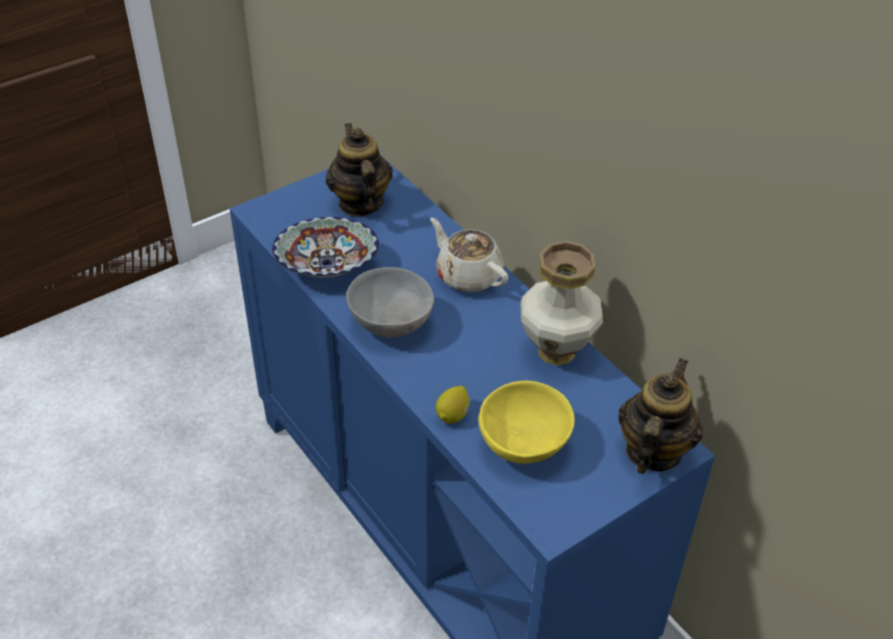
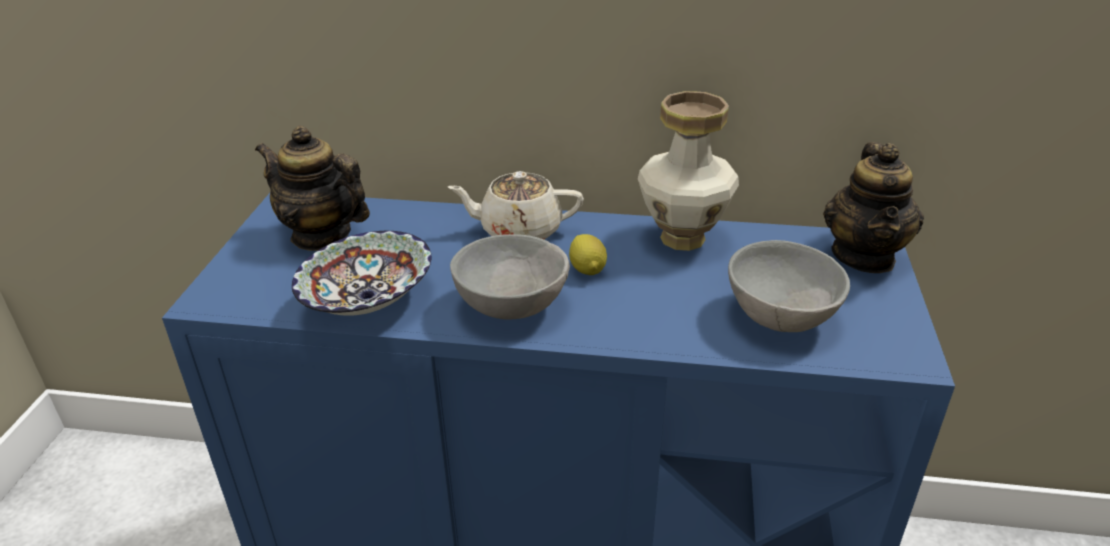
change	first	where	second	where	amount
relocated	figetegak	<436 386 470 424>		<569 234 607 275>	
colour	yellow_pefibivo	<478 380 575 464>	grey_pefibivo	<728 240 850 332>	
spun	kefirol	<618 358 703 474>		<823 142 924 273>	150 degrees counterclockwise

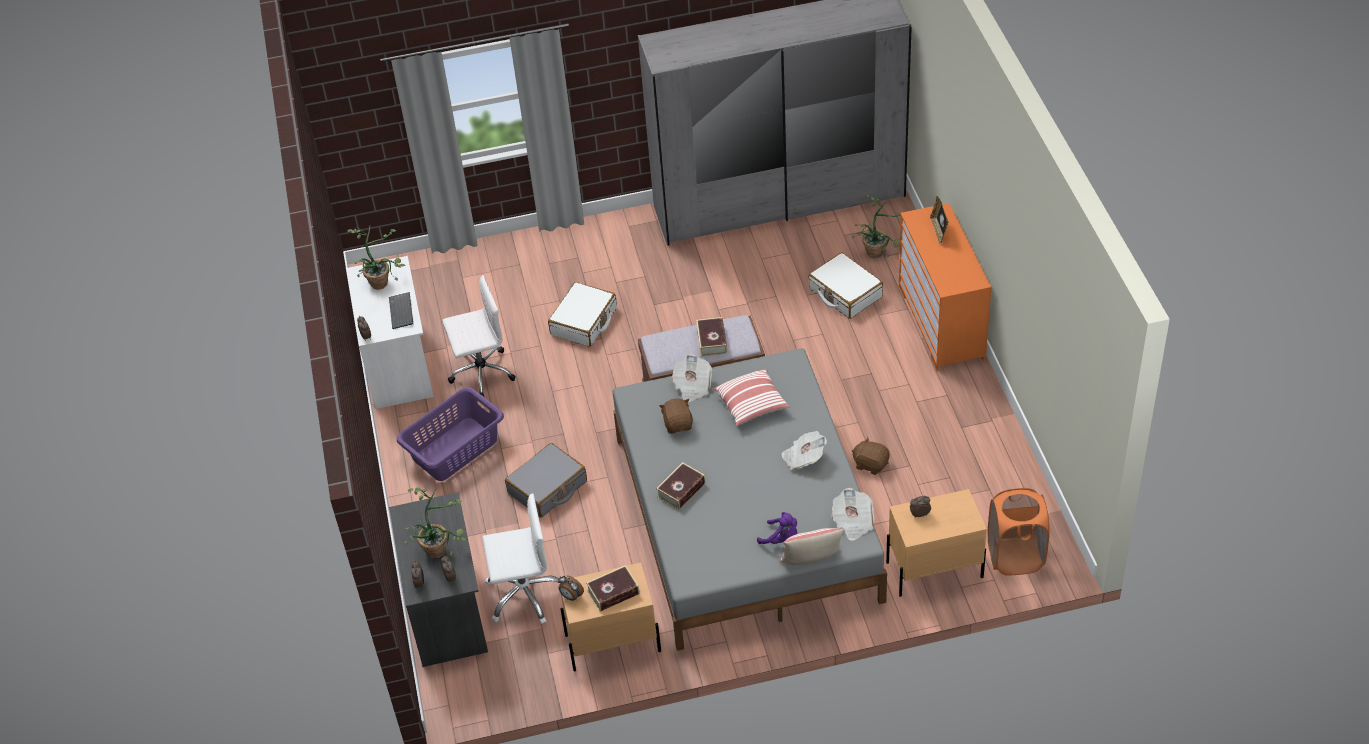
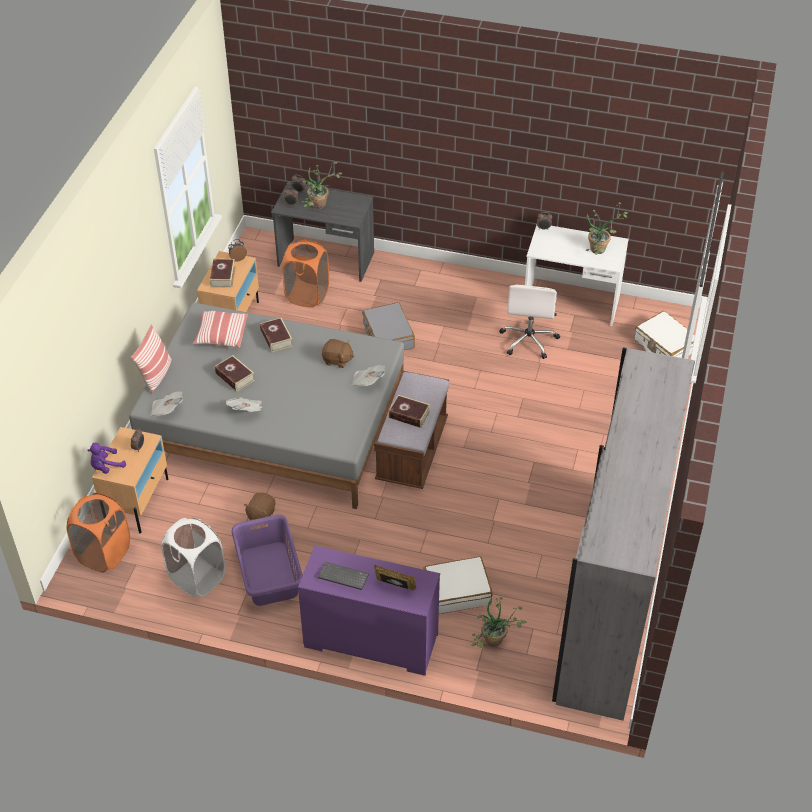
change	first	where	second	where	amount
relocated	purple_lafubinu	<757 512 797 544>		<87 442 126 474>	
appeared			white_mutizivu	<161 518 225 597>	
relocated	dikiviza	<714 369 790 426>		<193 311 248 348>	
appeared			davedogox	<215 355 255 391>	
relocated	purple_mutizivu	<397 387 504 481>		<232 514 303 606>	
spun	brown_lafubinu	<852 437 890 475>		<244 493 275 520>	150 degrees clockwise
exchanged	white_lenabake	<482 493 559 624>	orange_mutizivu	<282 240 329 308>	
colour	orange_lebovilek	<899 203 991 371>	purple_lebovilek	<298 546 440 676>	
relocated	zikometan	<389 292 413 329>		<318 562 369 590>	
relocated	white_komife	<548 282 617 347>		<634 311 695 358>	

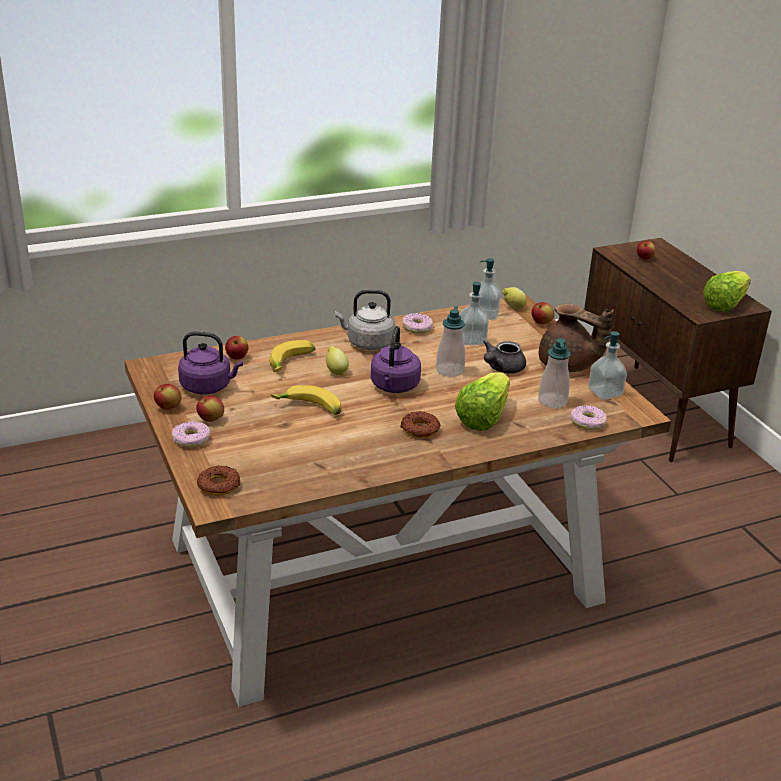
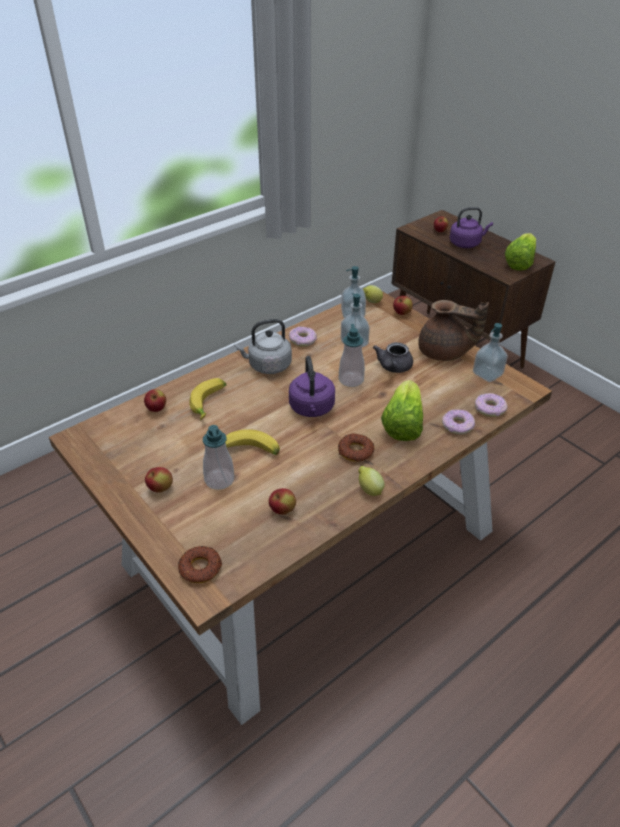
change	first	where	second	where	amount
relocated	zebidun	<538 338 571 408>		<203 425 234 490>	
relocated	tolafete	<154 384 181 410>		<269 488 296 515>	
relocated	figetegak	<326 346 349 375>		<358 466 385 496>	
relocated	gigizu	<172 421 210 448>		<442 409 475 435>	
relocated	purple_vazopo	<178 331 243 394>		<450 207 493 248>	

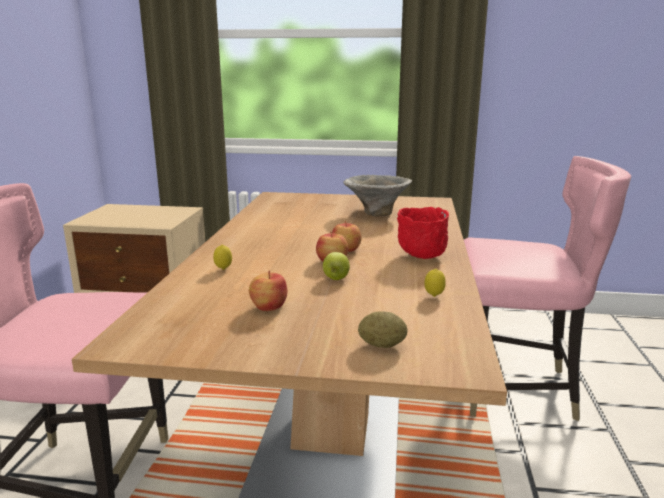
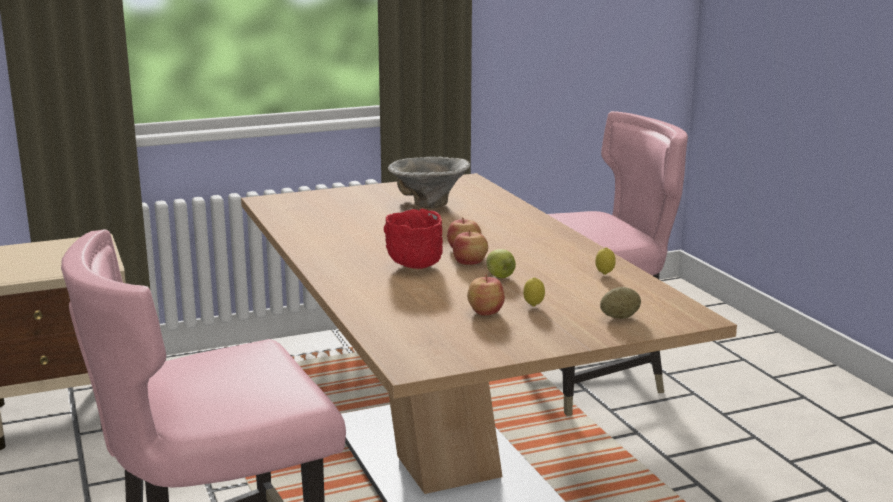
change	first	where	second	where	amount
relocated	red_pefibivo	<397 207 449 259>		<384 209 443 269>	
relocated	figetegak	<213 245 232 270>		<523 277 545 307>	

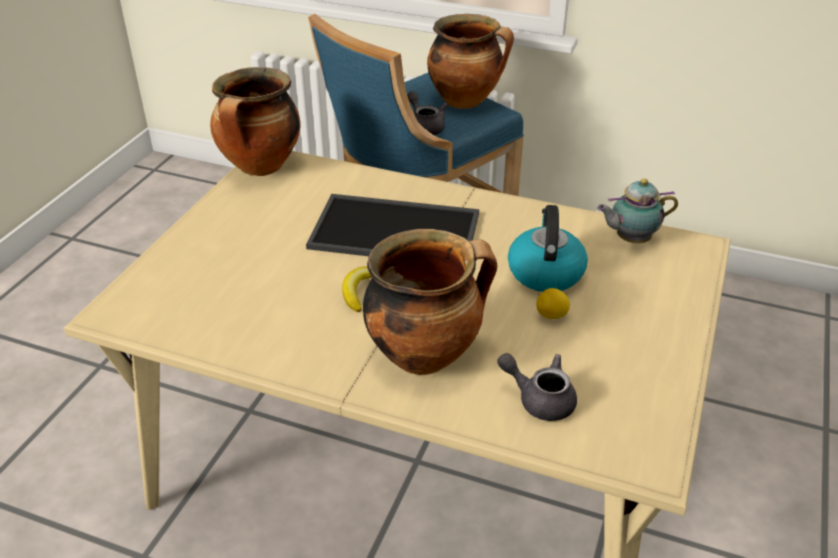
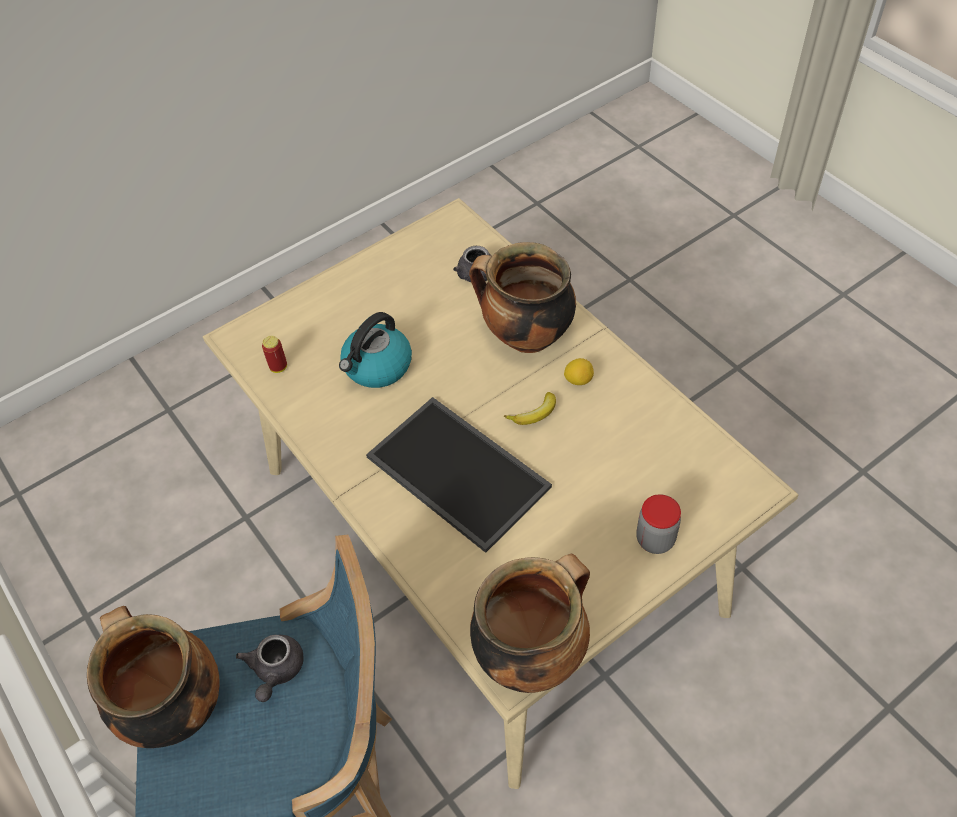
change	first	where	second	where	amount
exchanged	kefirol	<597 178 678 243>	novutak	<262 336 287 373>	
relocated	figetegak	<536 288 570 319>		<564 358 594 385>	
appeared			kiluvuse	<636 494 681 554>	

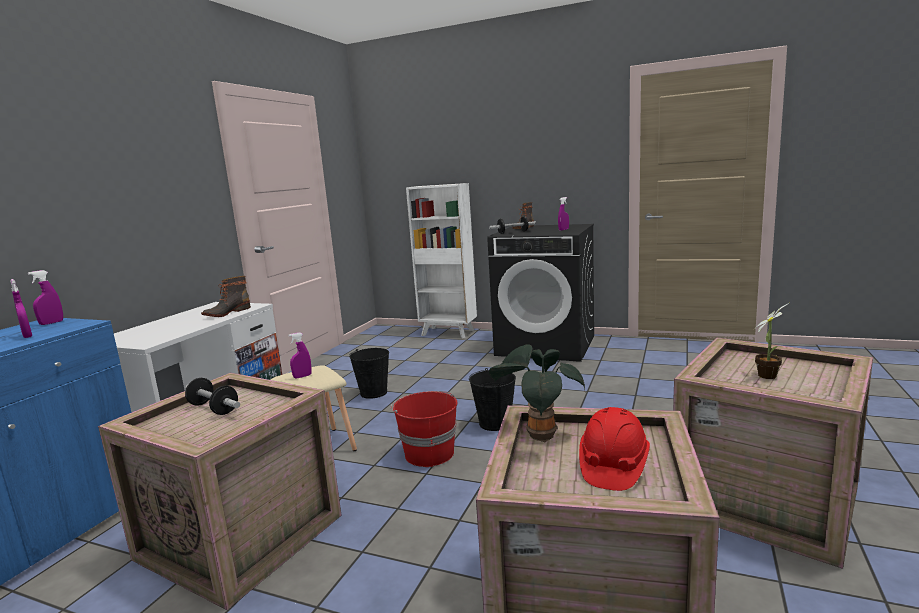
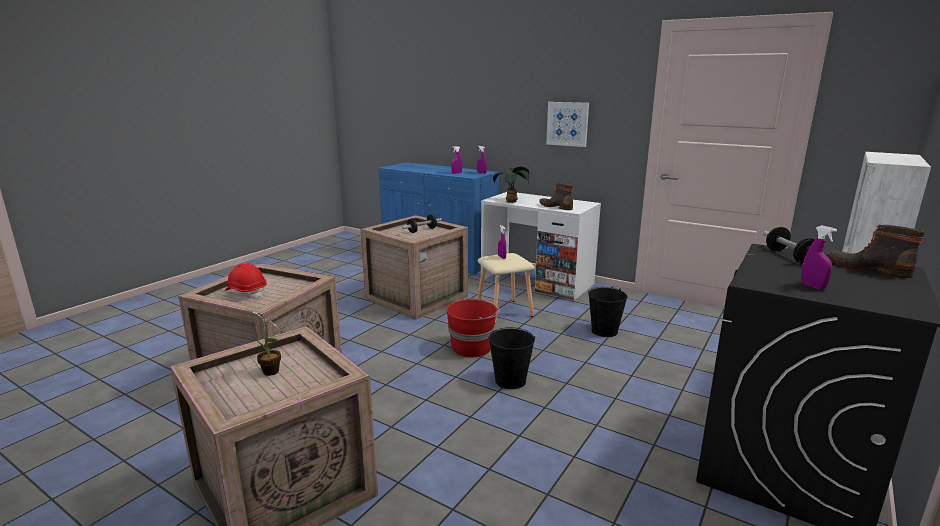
change	first	where	second	where	amount
relocated	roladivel	<489 344 585 442>		<493 167 529 203>	
appeared			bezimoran	<546 102 589 147>	

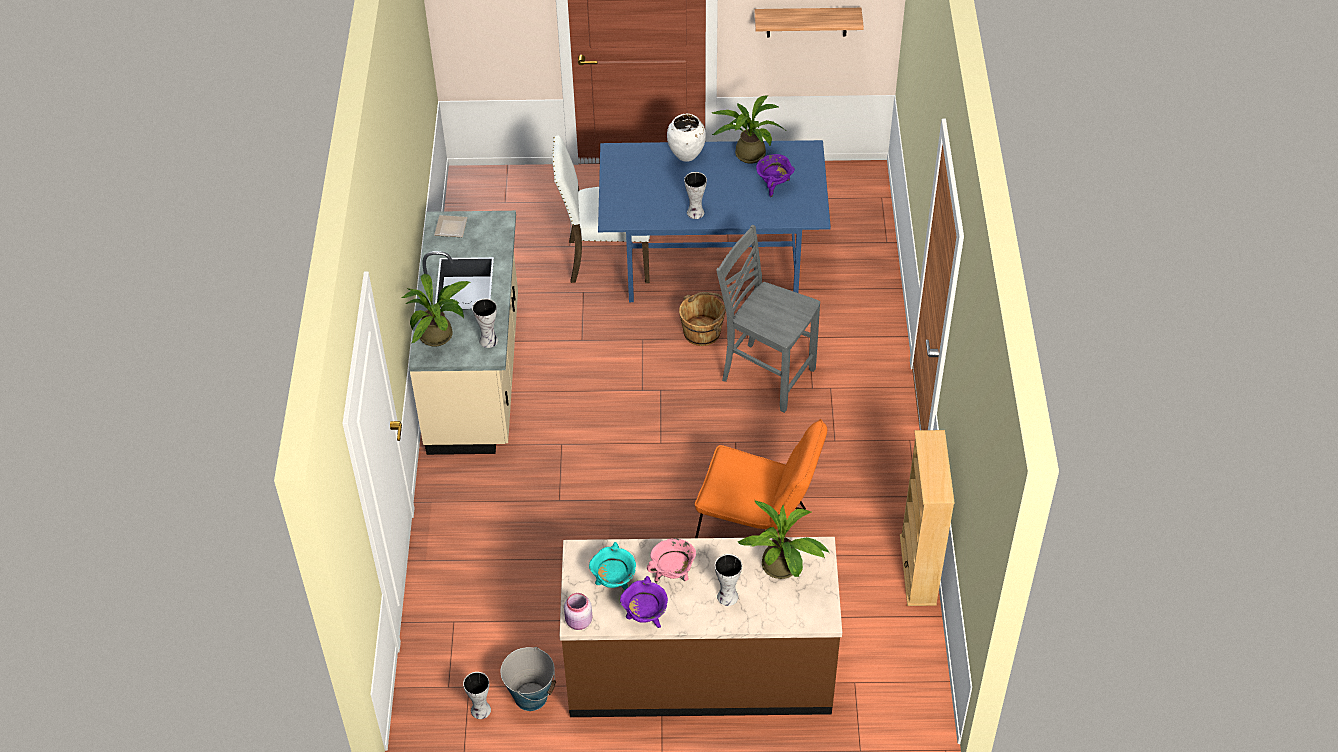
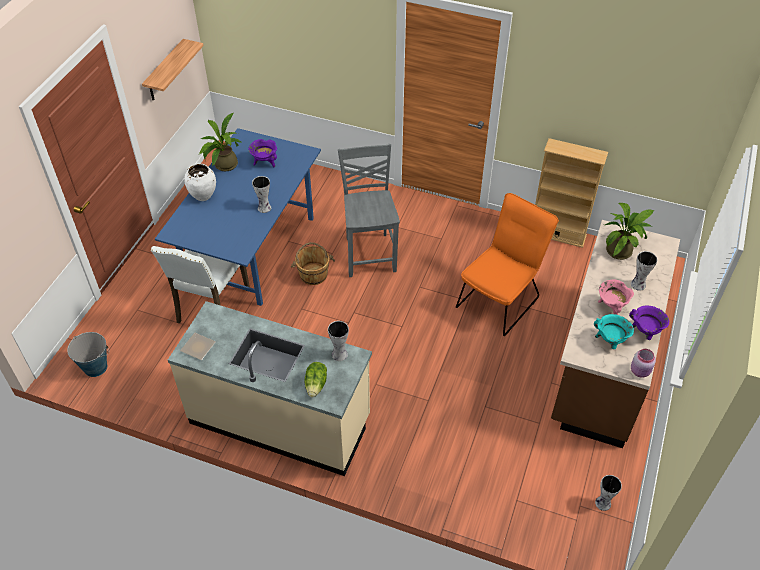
change	first	where	second	where	amount
relocated	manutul	<501 647 556 711>		<67 332 109 377>	
exchanged	roladivel	<401 274 470 347>	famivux	<305 362 327 398>	
spun	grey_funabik	<716 225 820 413>		<338 144 400 277>	120 degrees clockwise

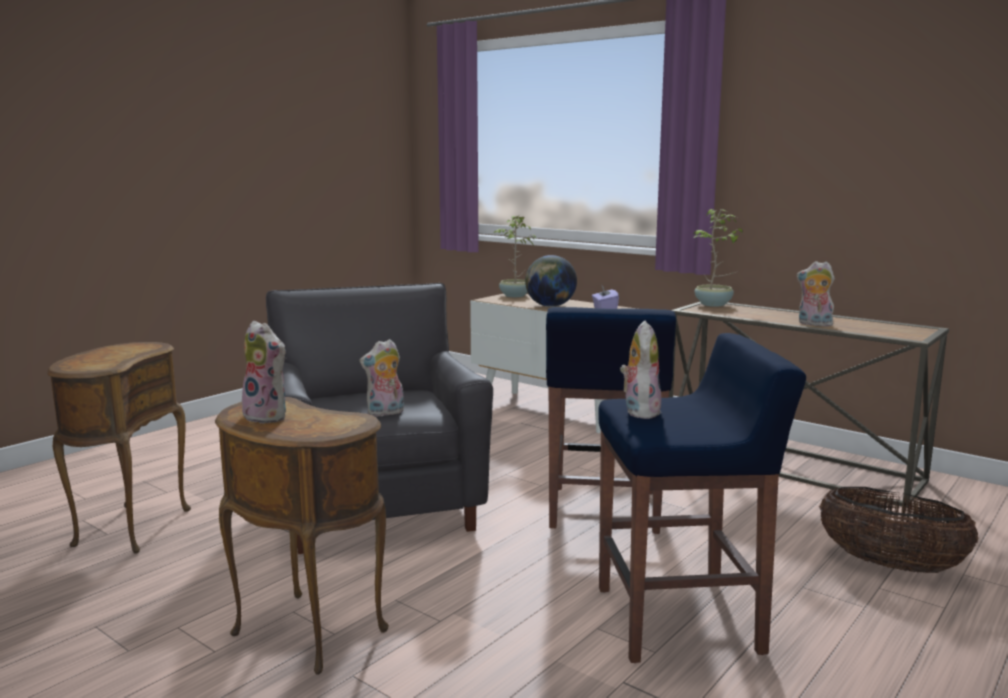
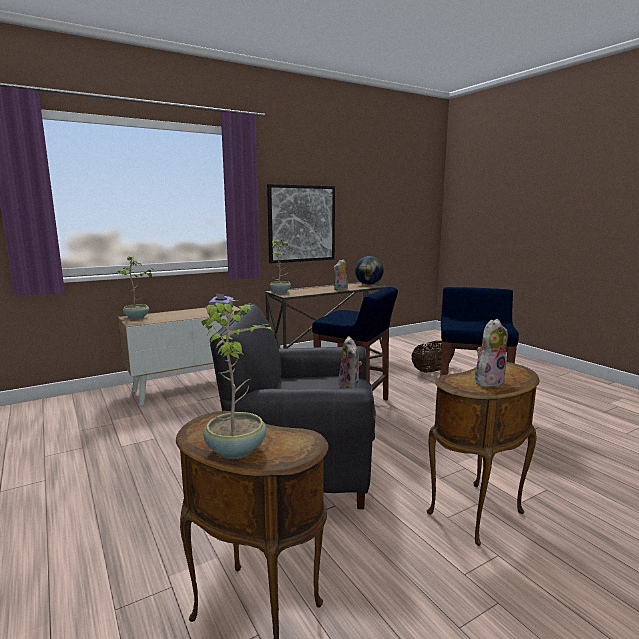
change	first	where	second	where	amount
appeared			roladivel	<201 299 274 459>	
appeared			bezimoran	<267 184 335 263>	
relocated	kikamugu	<525 255 577 307>		<355 256 384 285>	
missing	lafubinu	<620 320 661 419>			

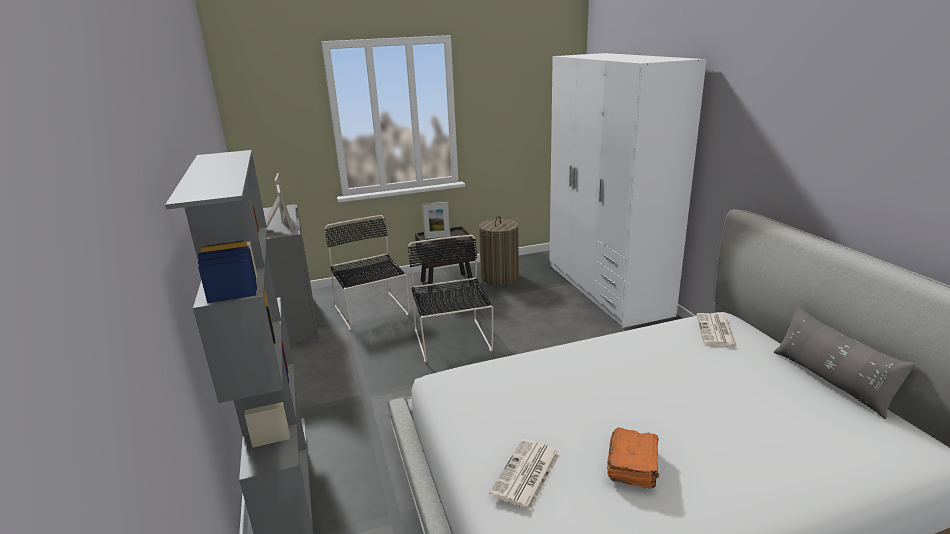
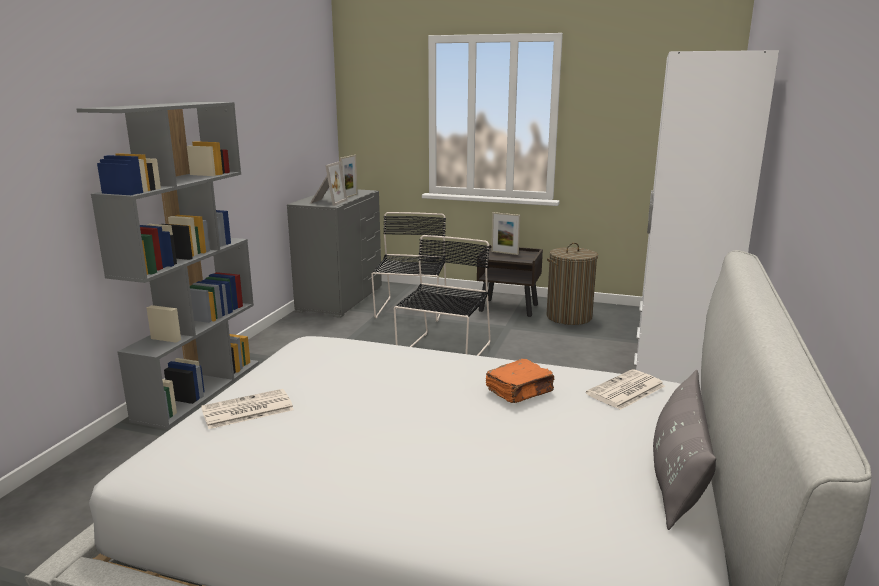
change	first	where	second	where	amount
relocated	orange_davedogox	<607 427 659 488>		<485 359 554 403>	

